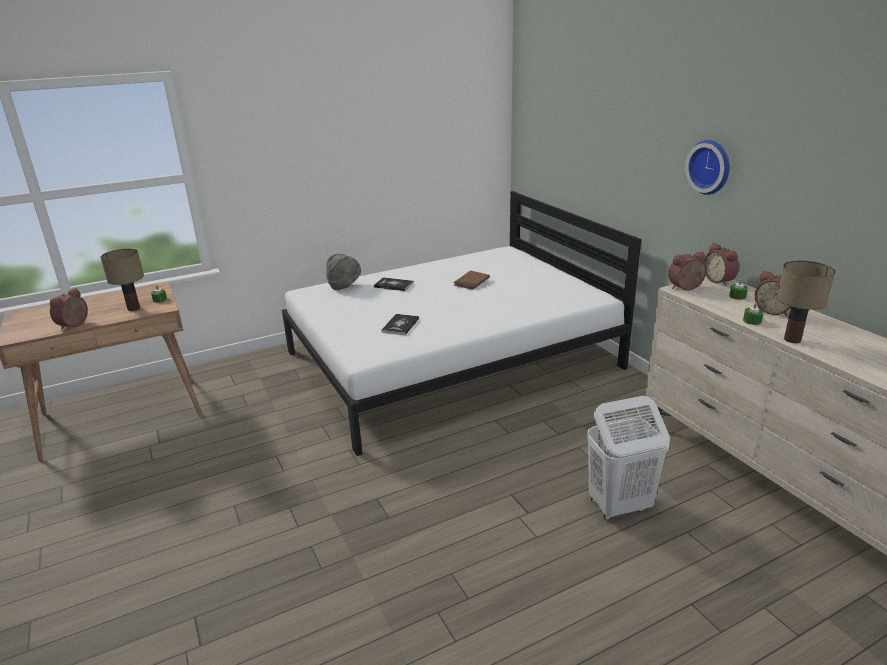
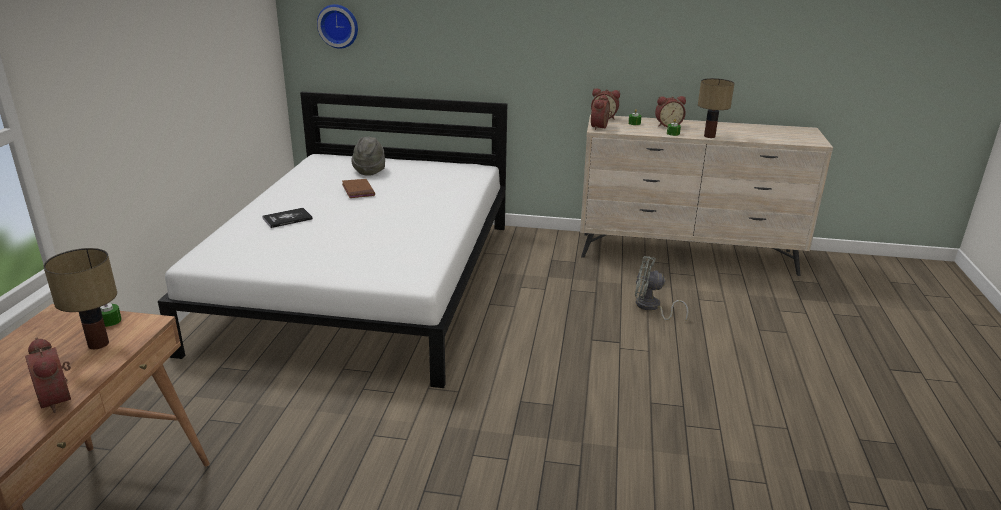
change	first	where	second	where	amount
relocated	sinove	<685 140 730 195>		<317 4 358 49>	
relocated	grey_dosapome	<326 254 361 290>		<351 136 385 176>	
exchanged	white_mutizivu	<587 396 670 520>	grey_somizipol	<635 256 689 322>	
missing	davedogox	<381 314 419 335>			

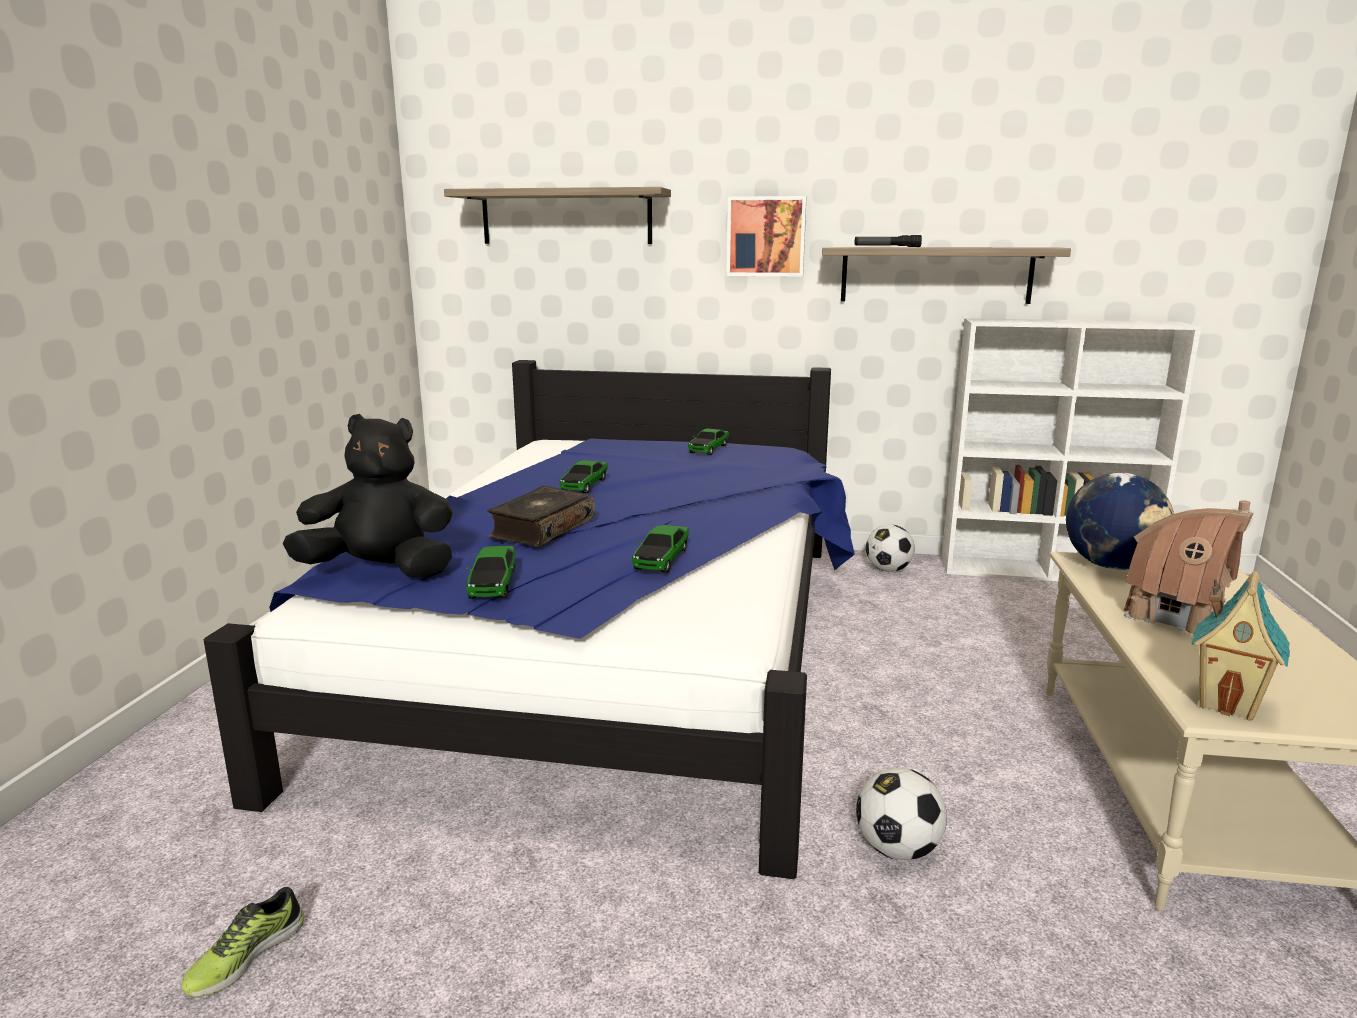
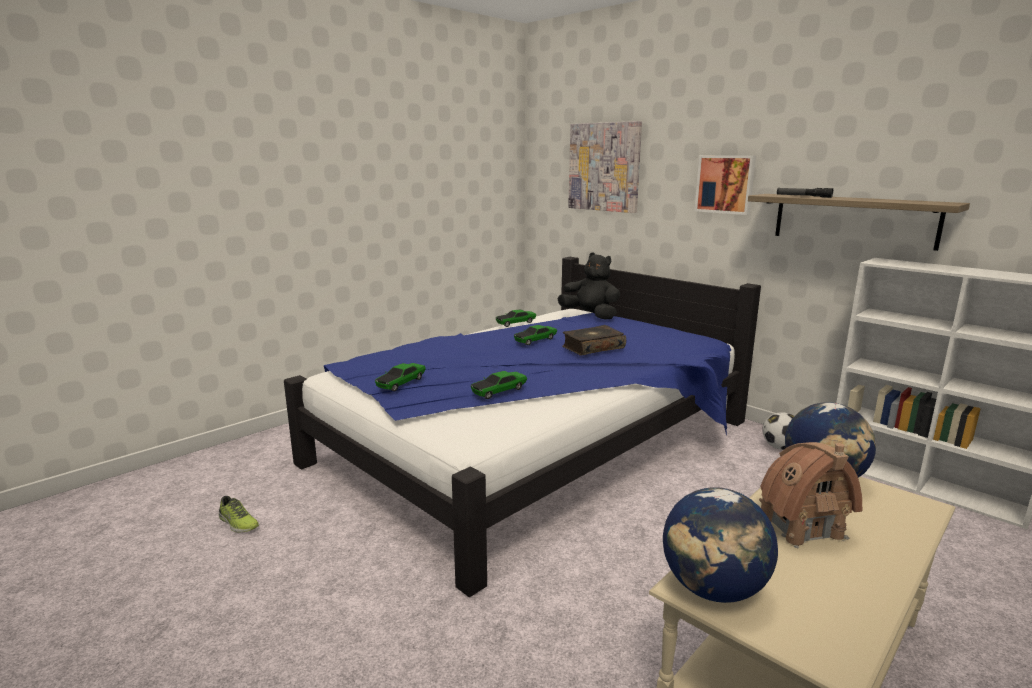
change	first	where	second	where	amount
spun	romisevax	<181 887 304 997>		<219 496 259 533>	120 degrees counterclockwise
relocated	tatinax	<688 428 729 455>		<496 309 536 327>	
relocated	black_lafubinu	<283 414 453 578>		<557 252 620 320>	
relocated	davedogox	<487 485 595 547>		<562 325 626 356>	
exchanged	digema	<444 187 671 244>	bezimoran	<568 121 642 213>	
exchanged	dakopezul	<1191 571 1290 720>	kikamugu	<663 487 778 603>	
missing	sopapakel	<856 768 947 860>			

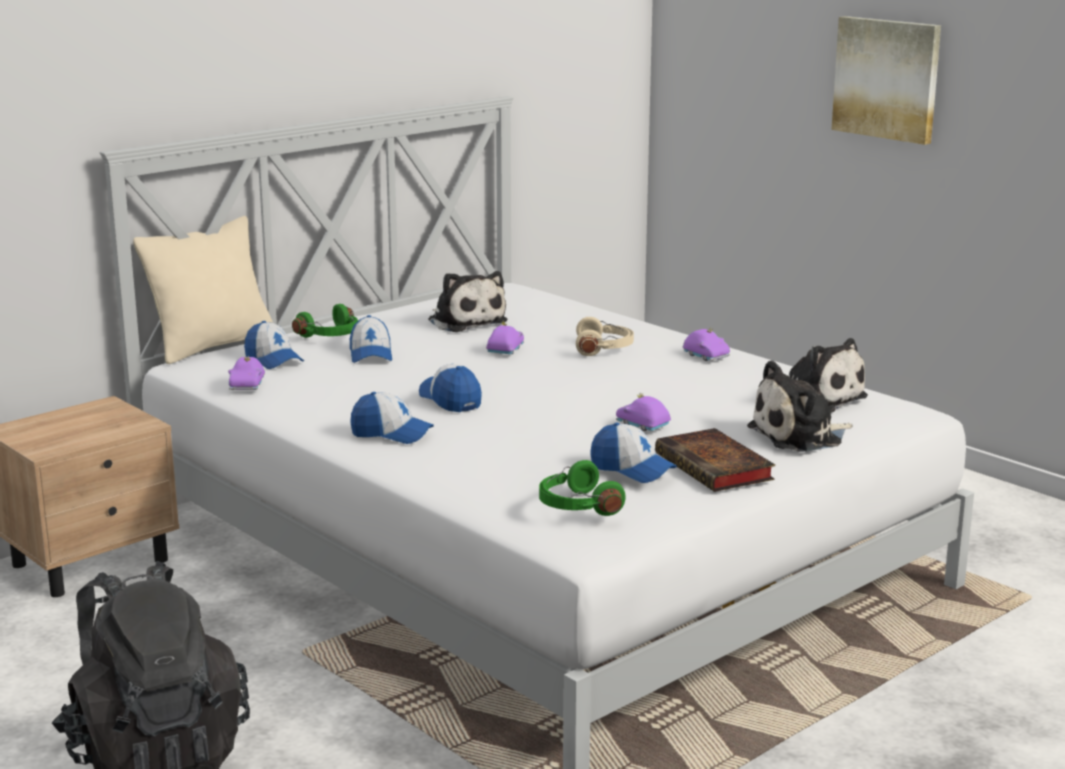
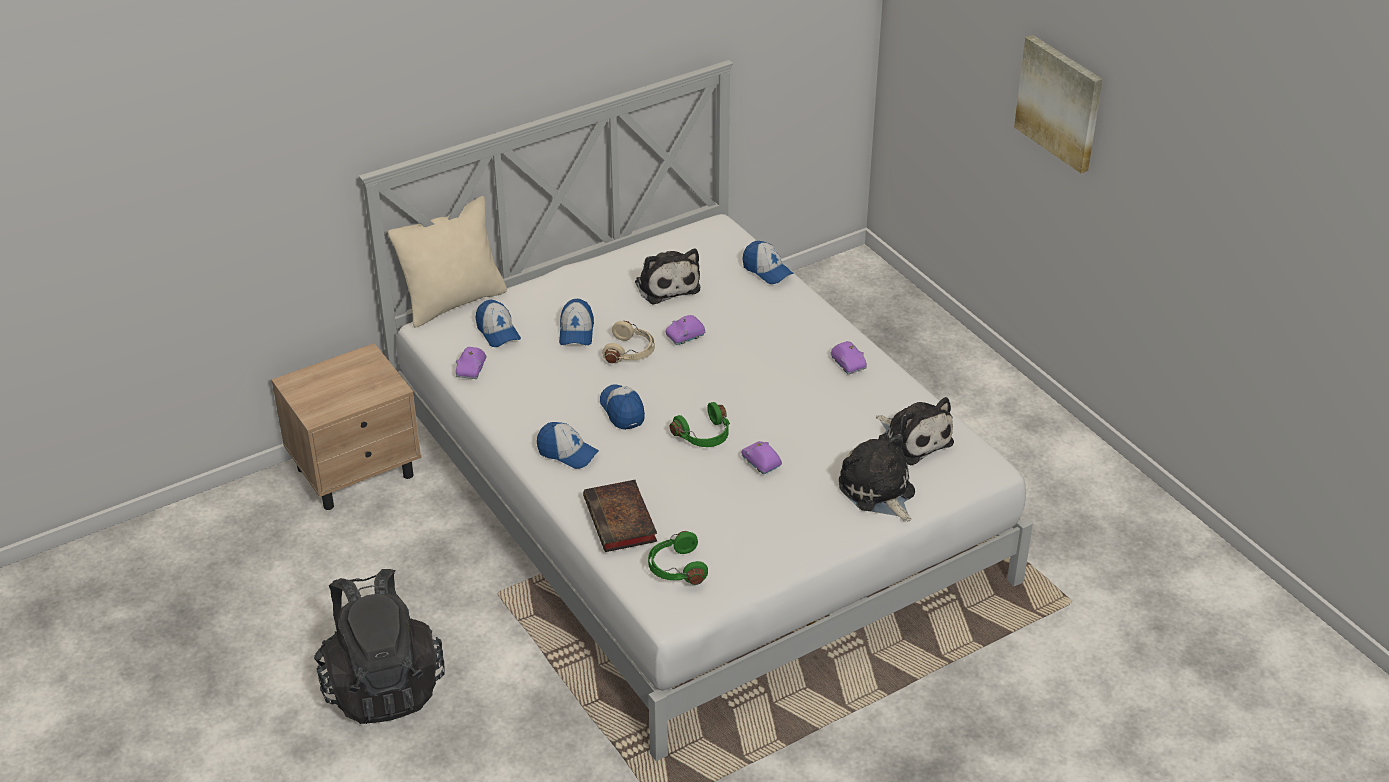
change	first	where	second	where	amount
relocated	davedogox	<655 428 775 492>		<583 480 657 552>	
relocated	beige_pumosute	<576 317 634 356>		<602 321 655 363>	
spun	purple_tatinax	<486 321 524 354>		<666 315 705 345>	150 degrees counterclockwise
relocated	green_pumosute	<292 304 359 338>		<670 402 730 447>	
relocated	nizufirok	<590 423 677 483>		<742 241 794 284>	
spun	lafubinu	<747 360 853 452>		<839 433 915 521>	75 degrees clockwise

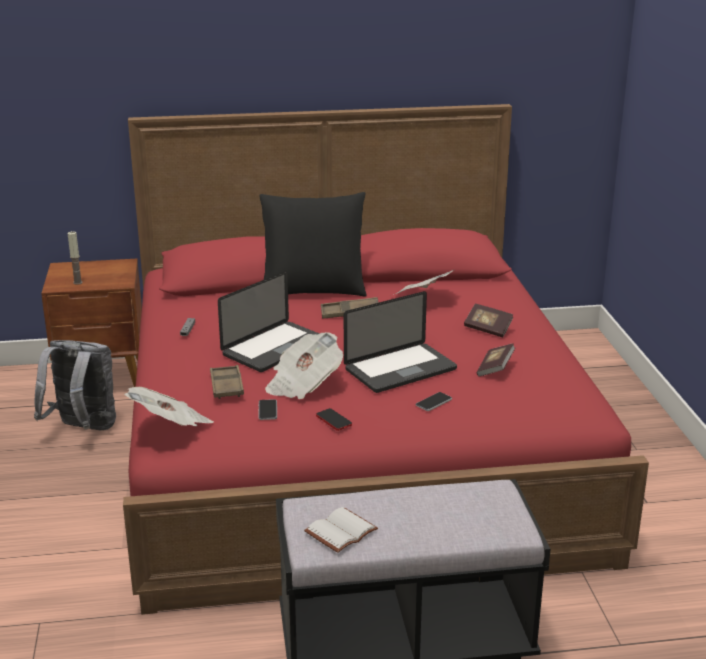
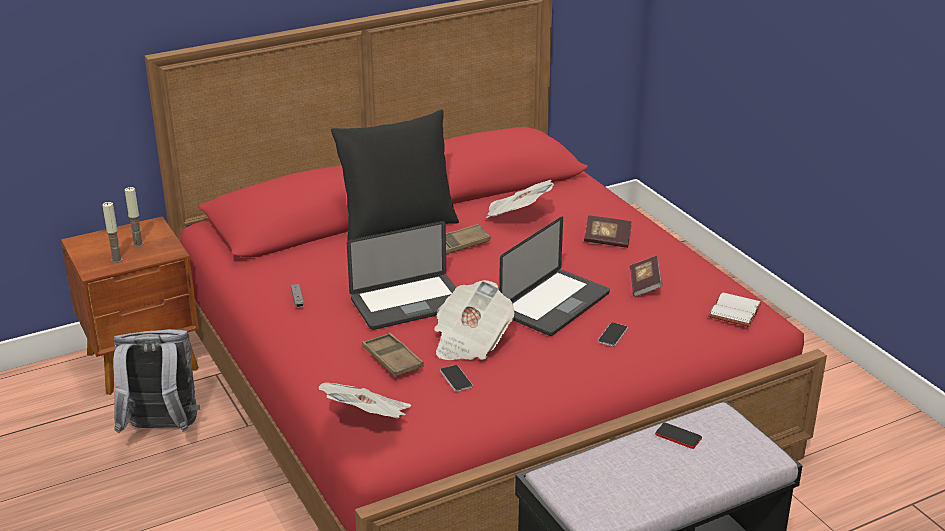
change	first	where	second	where	amount
appeared			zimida	<125 187 144 247>	
spun	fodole	<218 271 319 372>		<347 221 456 330>	45 degrees clockwise
relocated	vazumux	<316 408 352 431>		<655 423 702 449>	
relocated	white_davedogox	<304 507 378 553>		<708 292 762 327>	

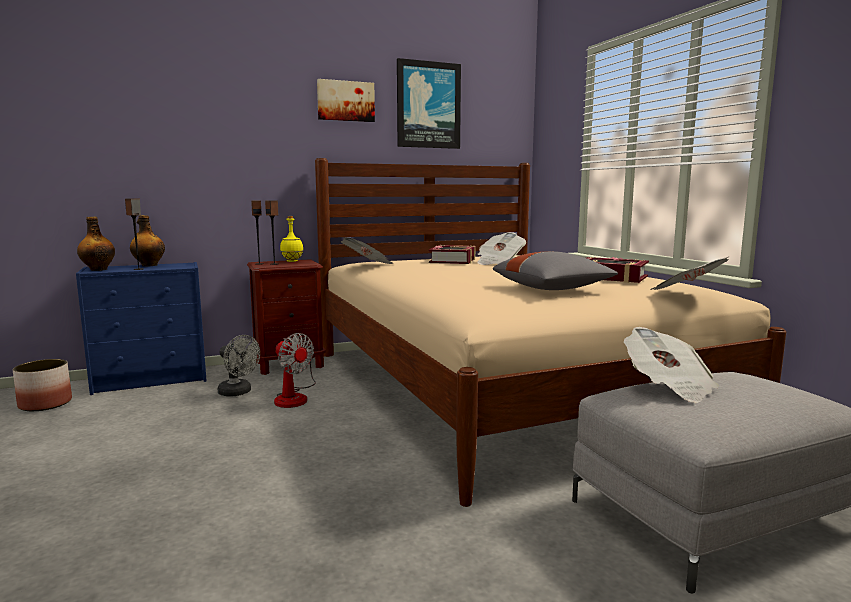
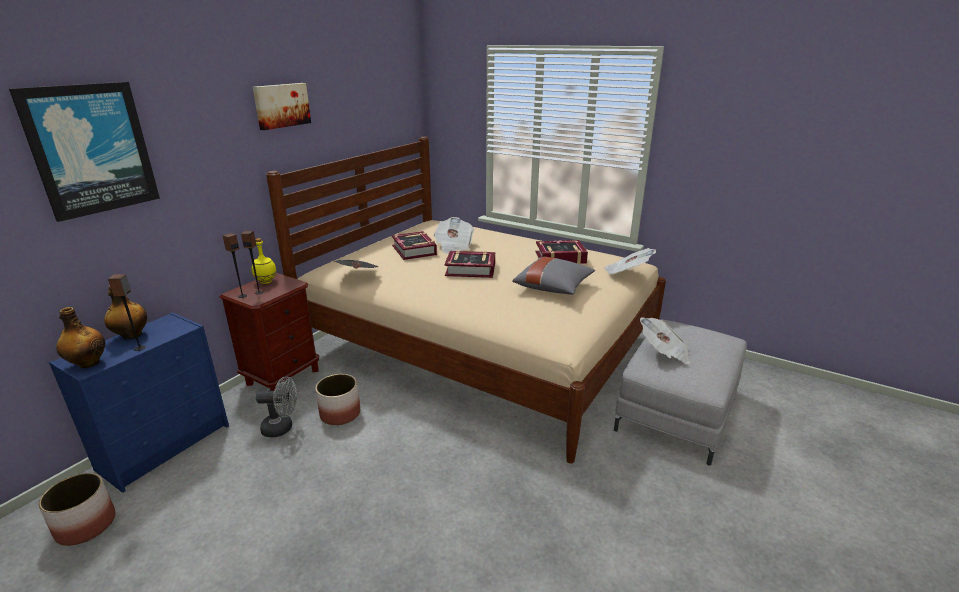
change	first	where	second	where	amount
relocated	bezimoran	<397 58 461 149>		<9 82 160 222>	
exchanged	somizipol	<274 333 316 408>	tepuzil	<316 374 360 425>	
appeared			davedogox	<444 250 495 278>	

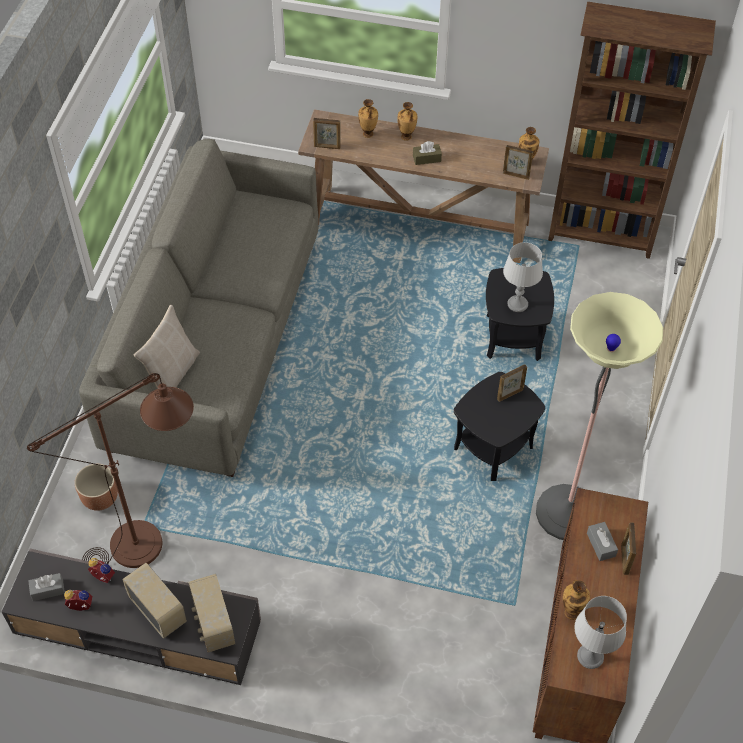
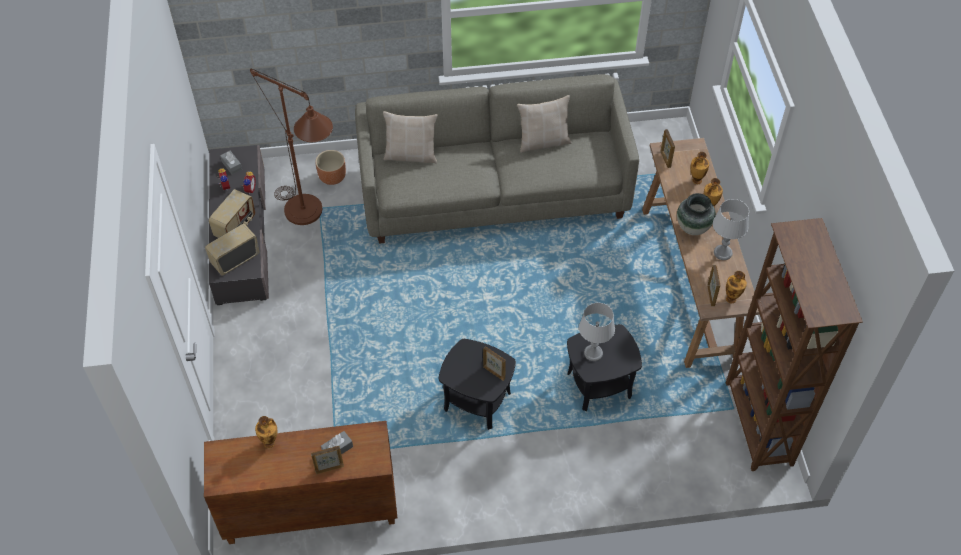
change	first	where	second	where	amount
appeared			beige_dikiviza	<517 95 572 153>	
exchanged	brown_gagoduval	<413 141 442 165>	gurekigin	<677 193 716 235>	
relocated	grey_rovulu	<574 596 627 669>		<713 199 749 260>	
missing	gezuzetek	<536 292 663 540>			

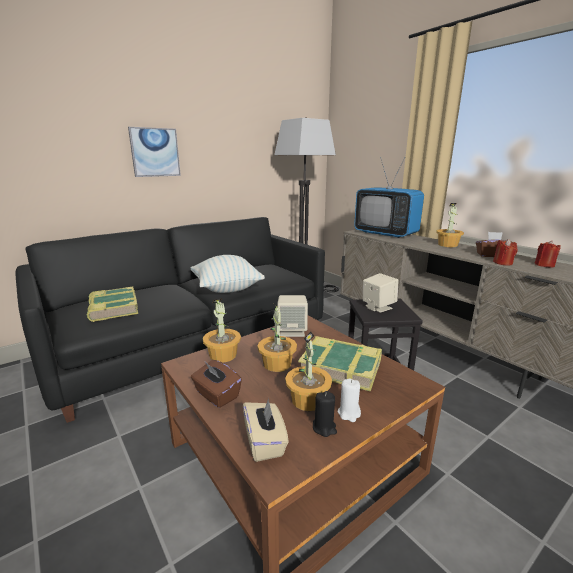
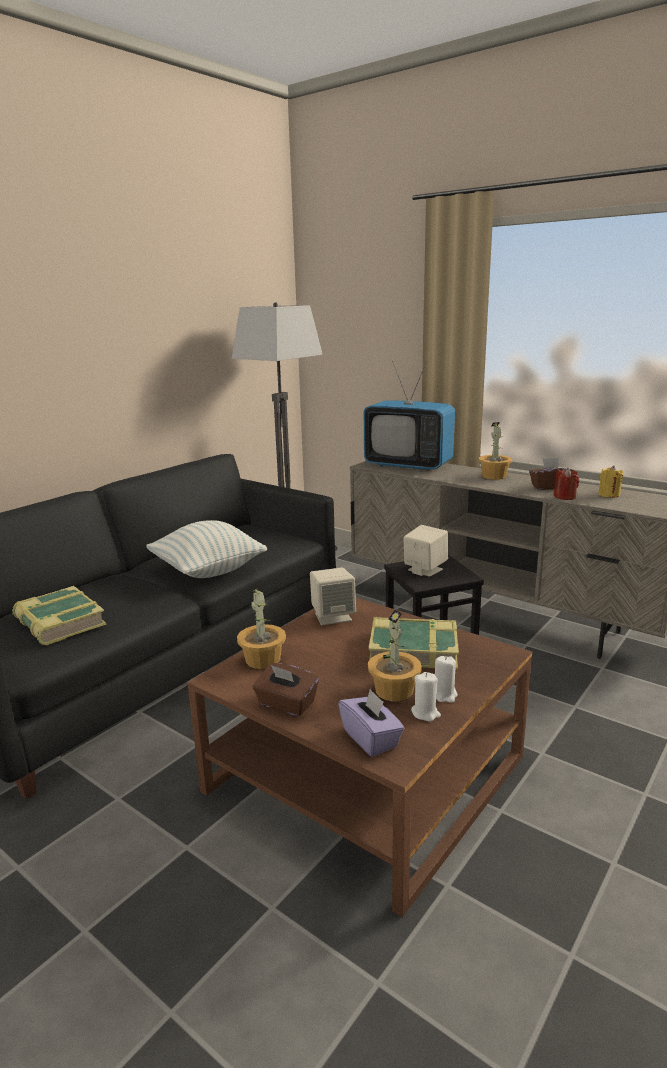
change	first	where	second	where	amount
colour	beige_gagoduval	<243 398 289 462>	purple_gagoduval	<338 689 404 757>	
colour	black_zimida	<313 391 337 437>	white_zimida	<411 672 441 722>	
colour	red_zimida	<534 240 561 268>	yellow_zimida	<598 466 624 498>	
missing	bezimoran	<128 127 181 177>			
missing	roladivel	<258 304 297 372>			

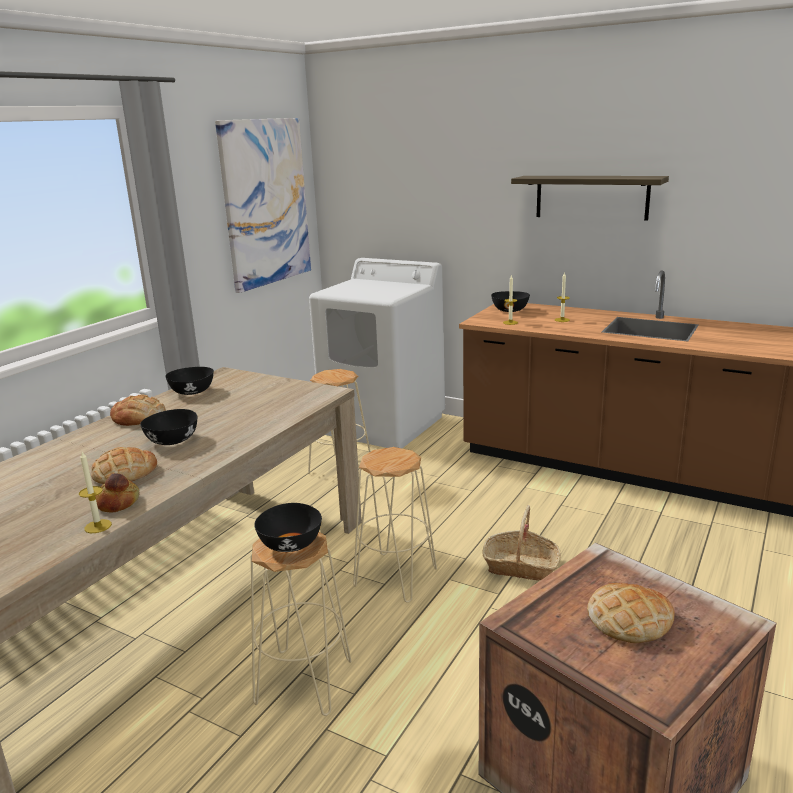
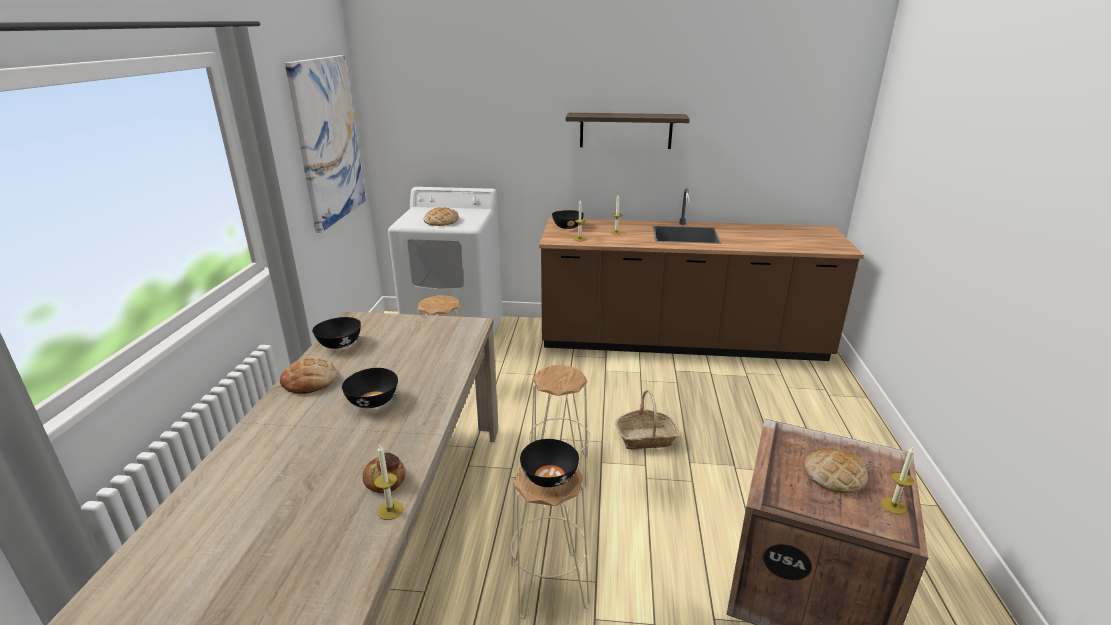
change	first	where	second	where	amount
relocated	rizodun	<91 447 157 484>		<424 207 459 226>	
appeared			zimida	<881 447 914 515>	

